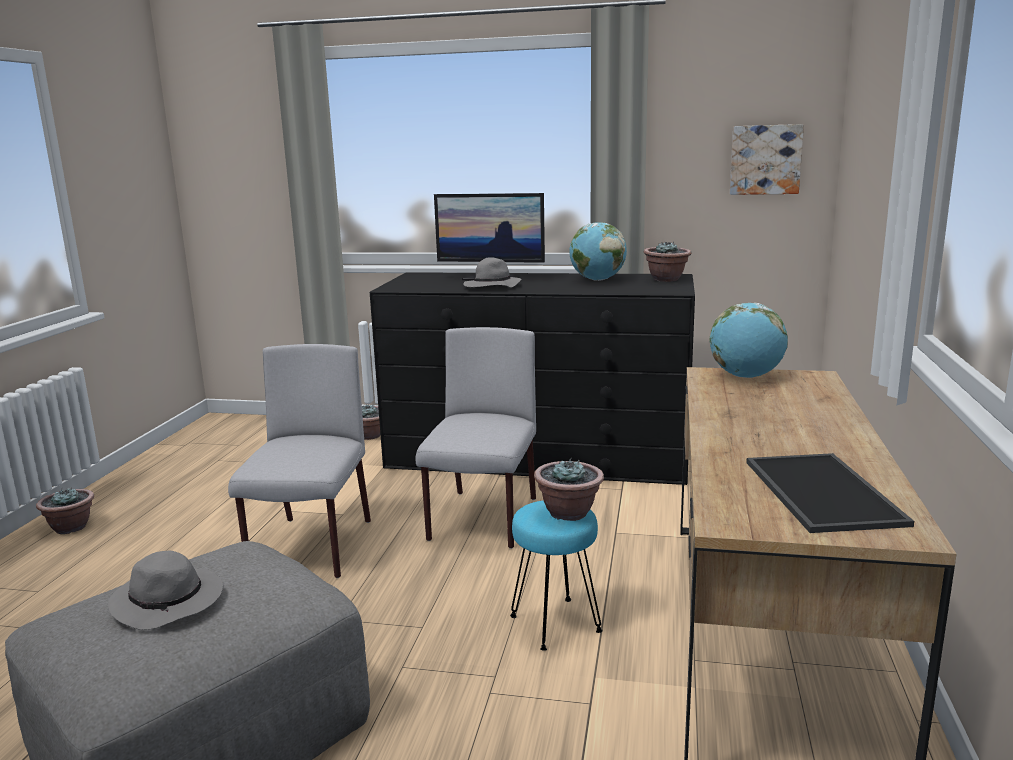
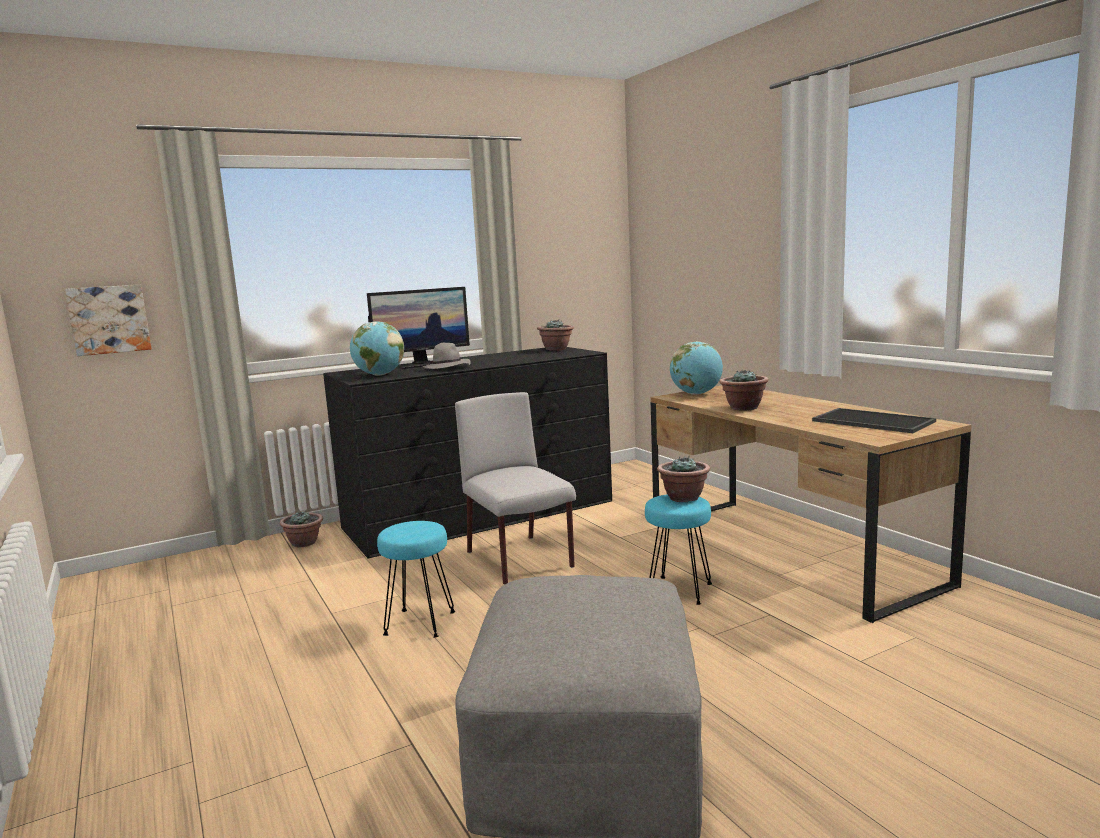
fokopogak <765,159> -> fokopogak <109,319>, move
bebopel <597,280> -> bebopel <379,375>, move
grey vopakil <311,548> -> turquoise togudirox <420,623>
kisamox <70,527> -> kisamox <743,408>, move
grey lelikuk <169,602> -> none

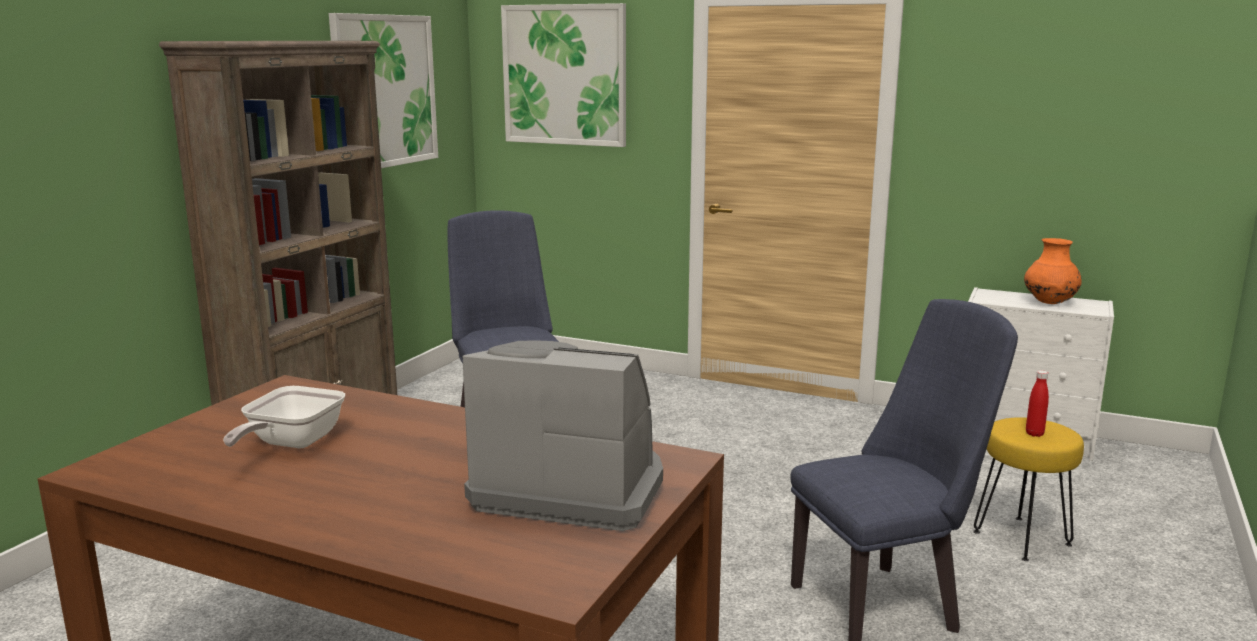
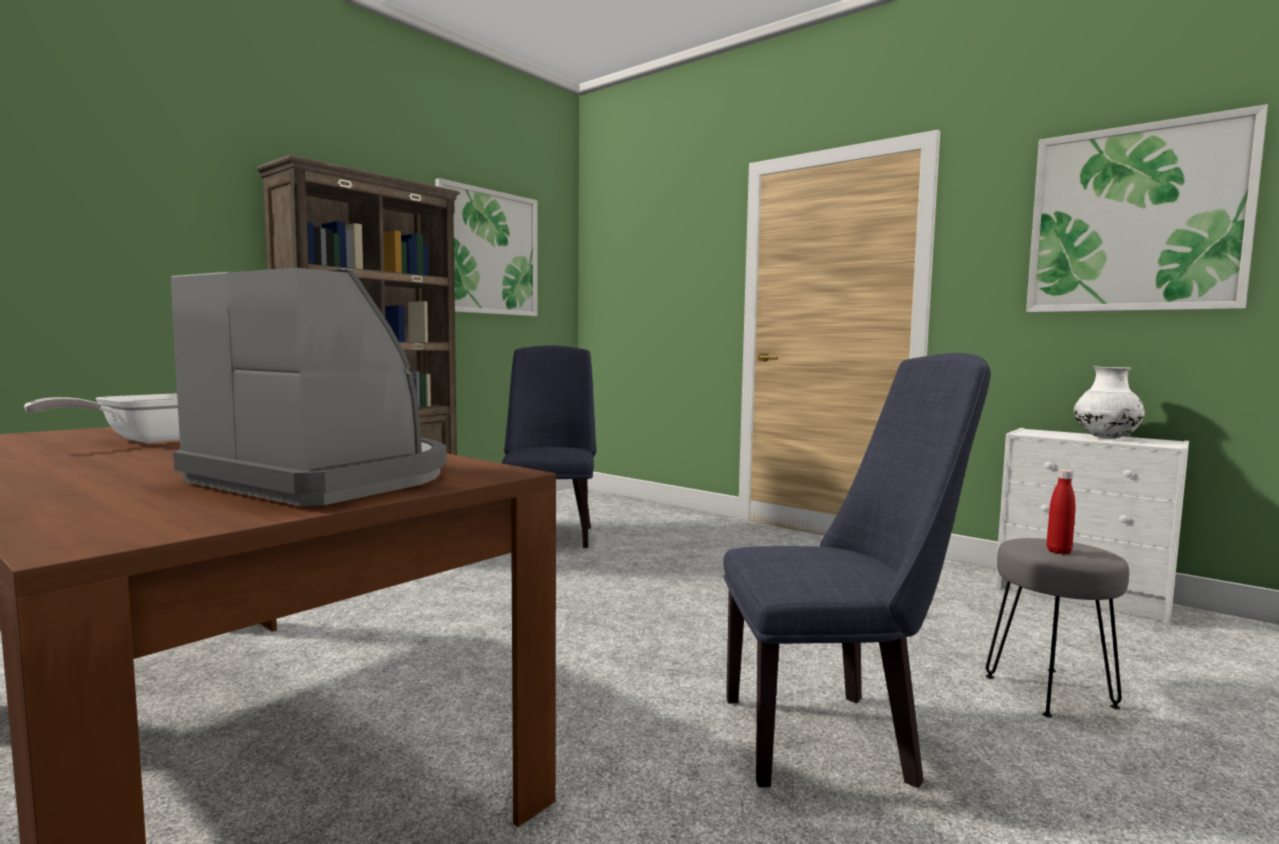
yellow togudirox <1023,538> -> grey togudirox <1051,692>
fokopogak <564,75> -> fokopogak <1136,219>, move
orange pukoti <1049,303> -> white pukoti <1106,438>

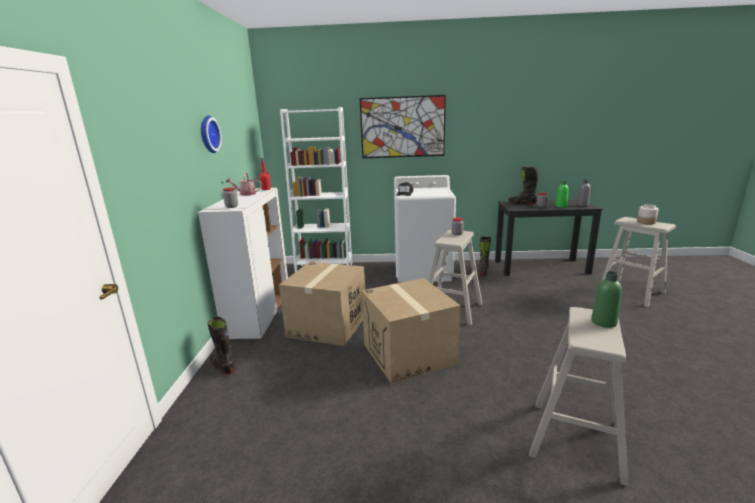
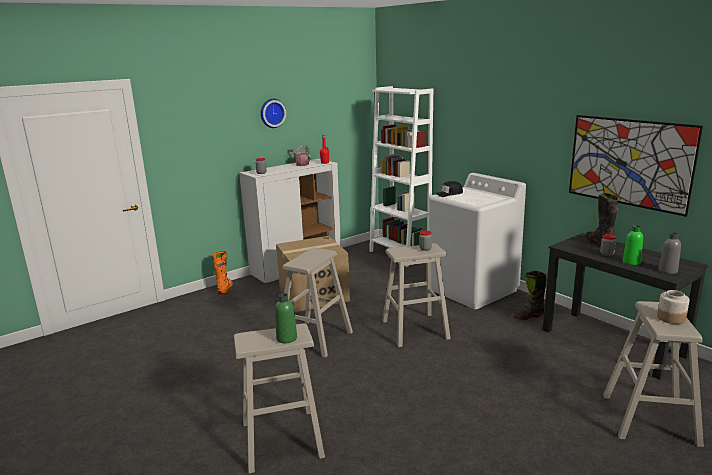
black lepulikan <223,366> -> orange lepulikan <225,289>
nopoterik <409,354> -> beige togudirox <315,338>
fokopogak <402,127> -> fokopogak <629,162>, move

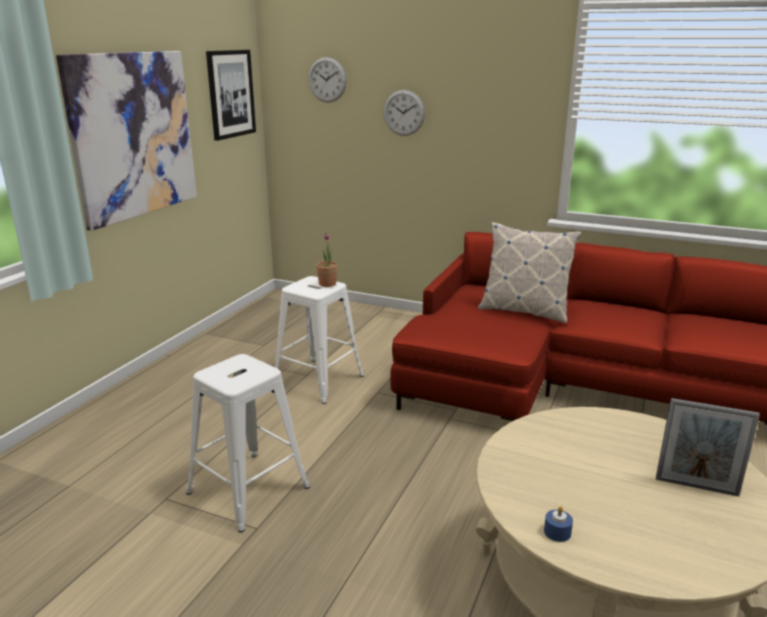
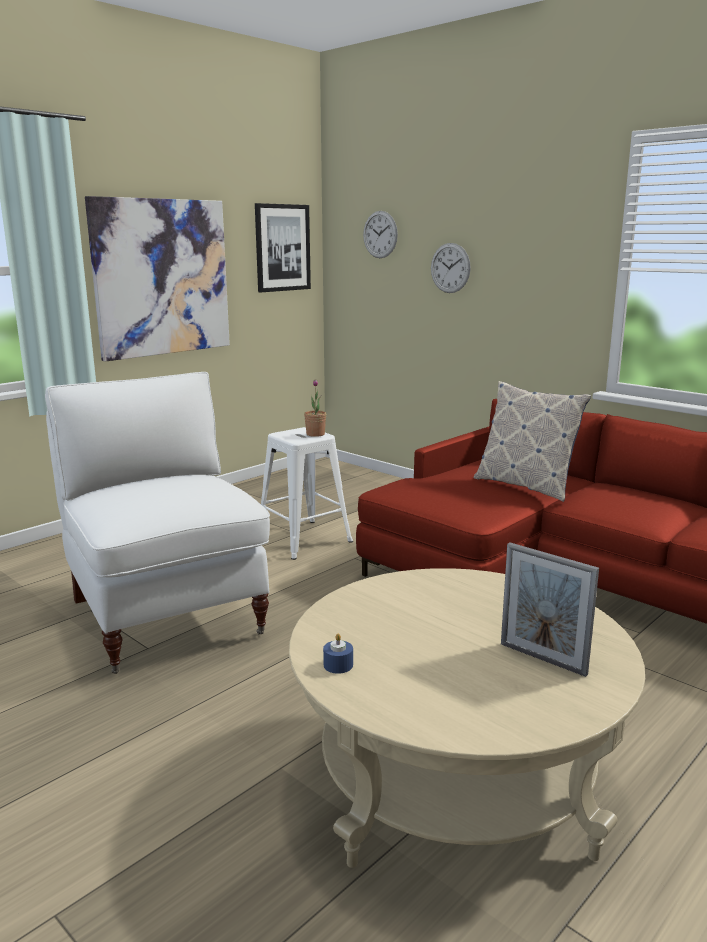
white togudirox <248,488> -> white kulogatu <166,616>

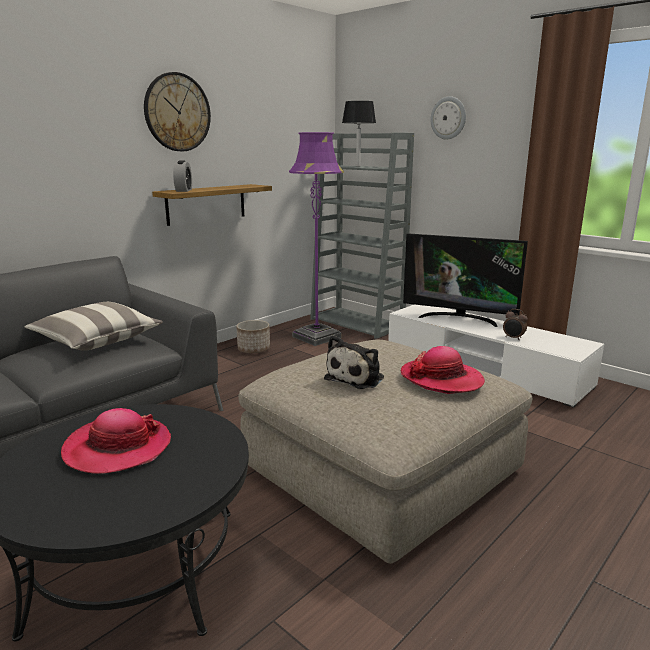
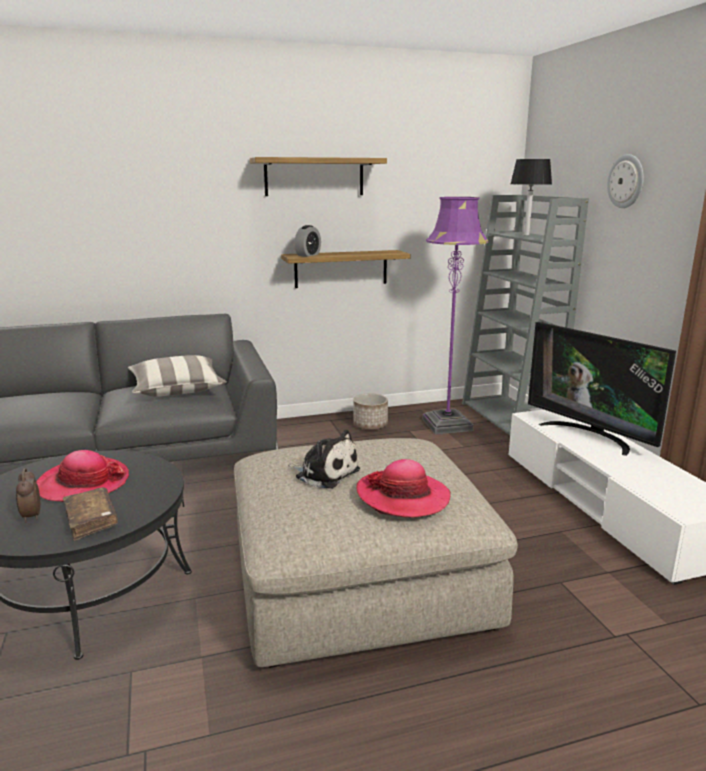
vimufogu <513,338> -> vimufogu <31,516>, move
none -> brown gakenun <91,520>
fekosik <177,112> -> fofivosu <314,177>
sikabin <357,377> -> sikabin <325,473>, 120 degrees counterclockwise

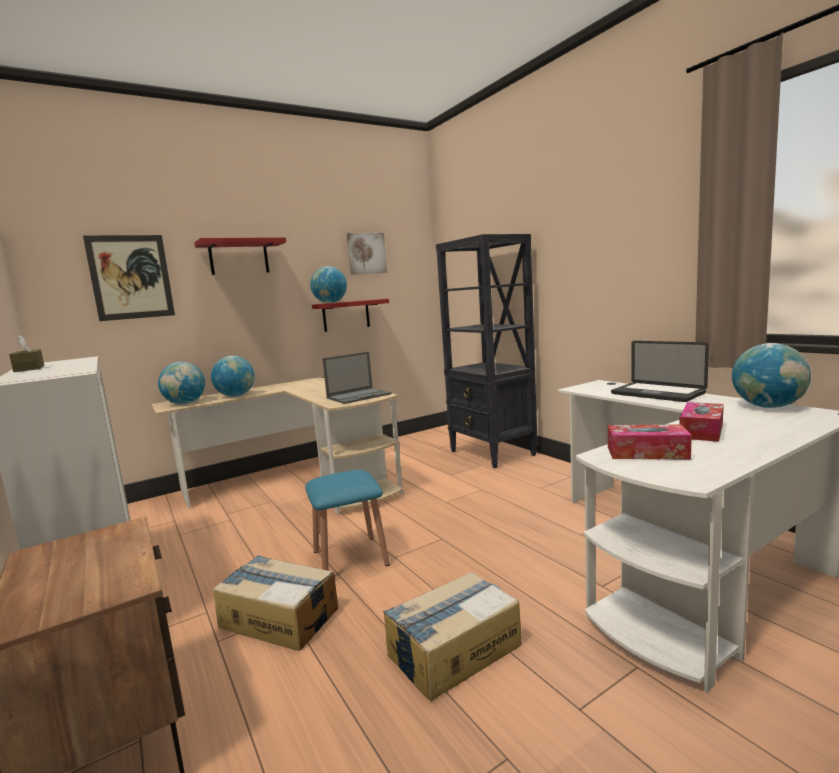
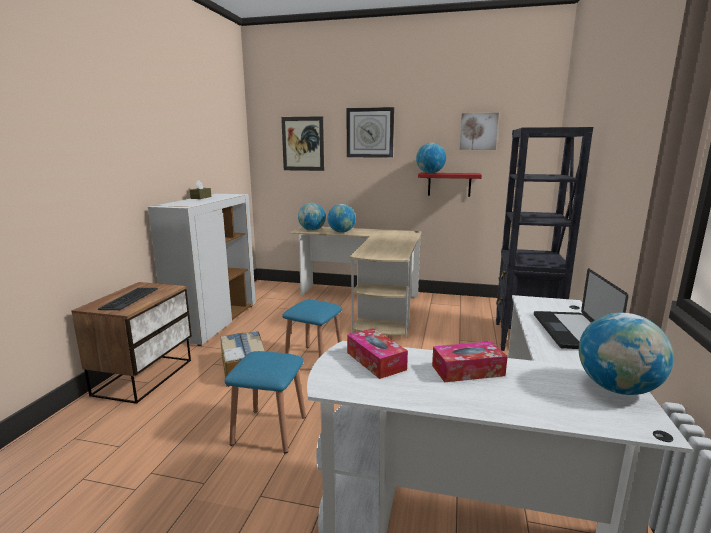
none -> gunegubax <129,299>
nopoterik <453,650> -> blue togudirox <269,430>
red fofivosu <239,257> -> fekosik <370,132>
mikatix <359,396> -> none

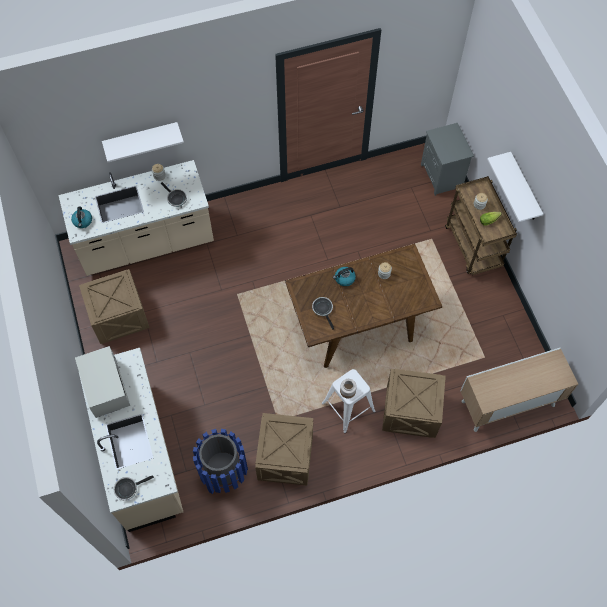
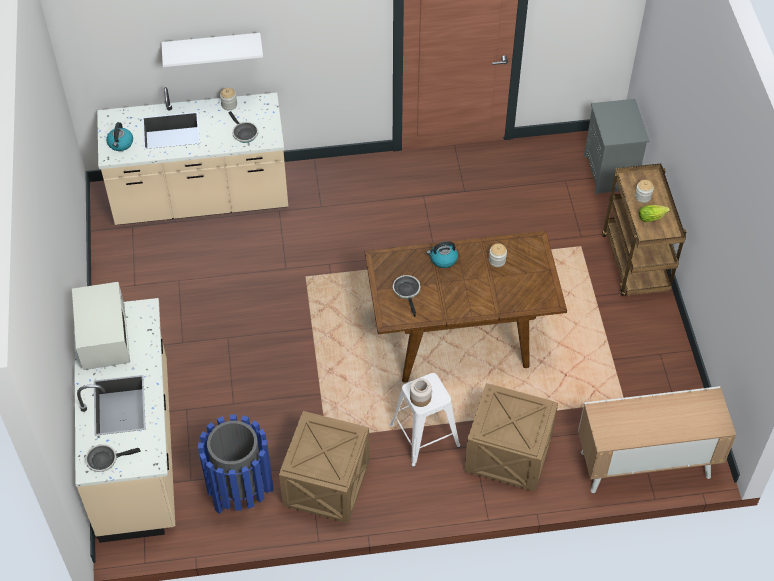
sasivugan <118,317> -> none
white fofivosu <524,189> -> none

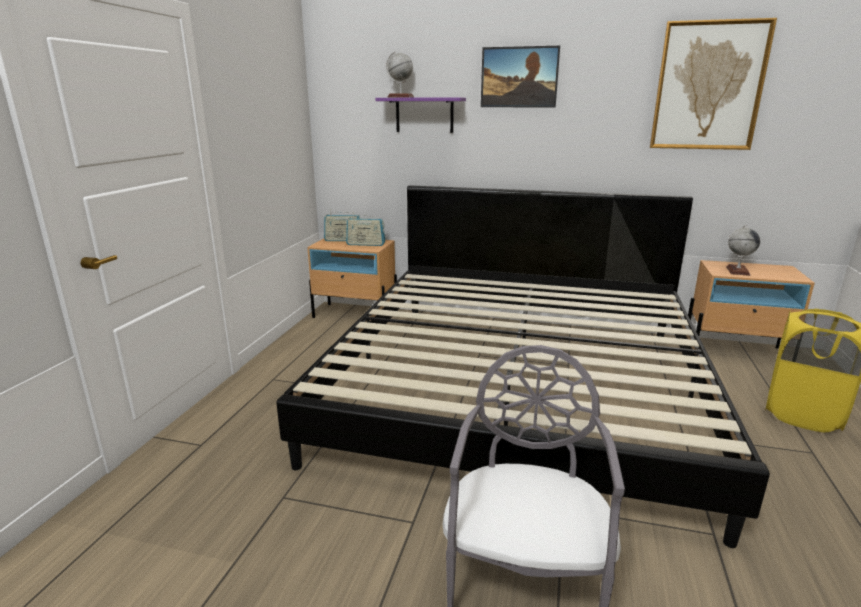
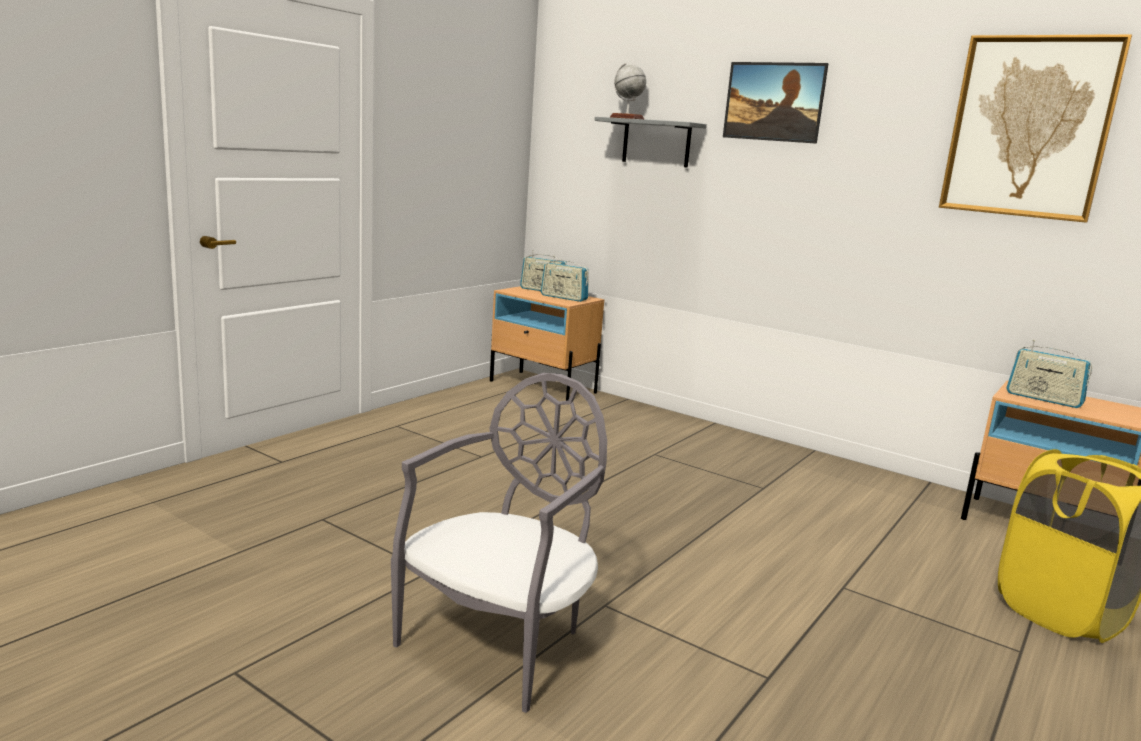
purple fofivosu <424,115> -> grey fofivosu <656,143>
bebopel <737,271> -> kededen <1043,399>
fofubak <518,387> -> none

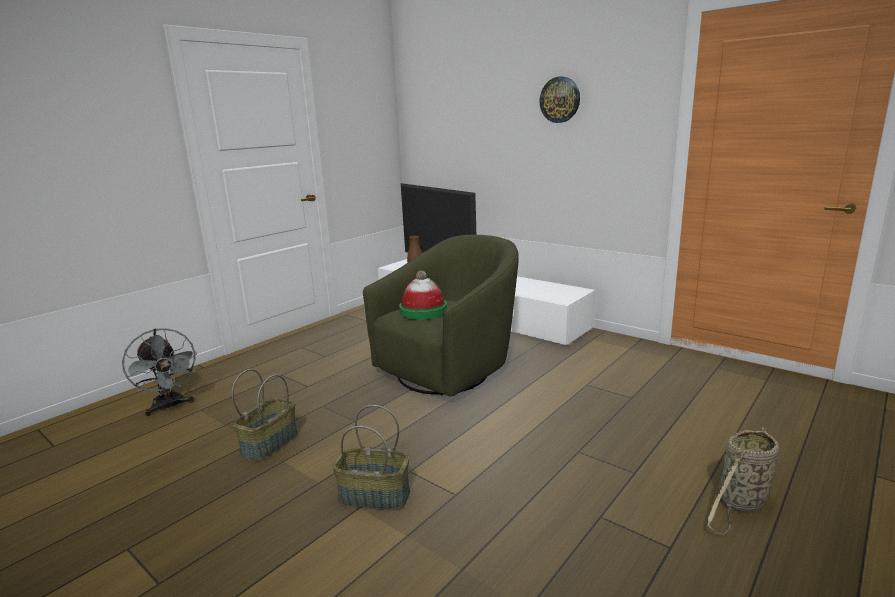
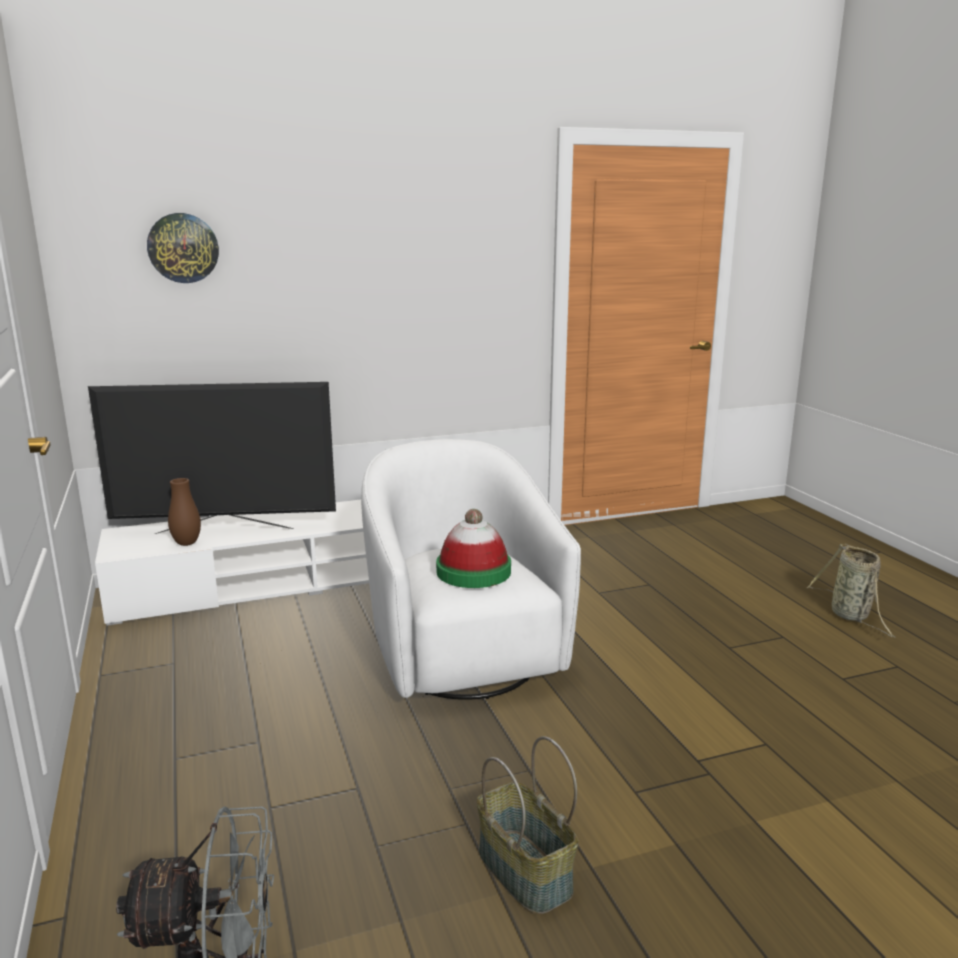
fekosik <560,100> -> fekosik <183,248>, move
green kulogatu <450,369> -> white kulogatu <461,652>
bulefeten <373,497> -> none

